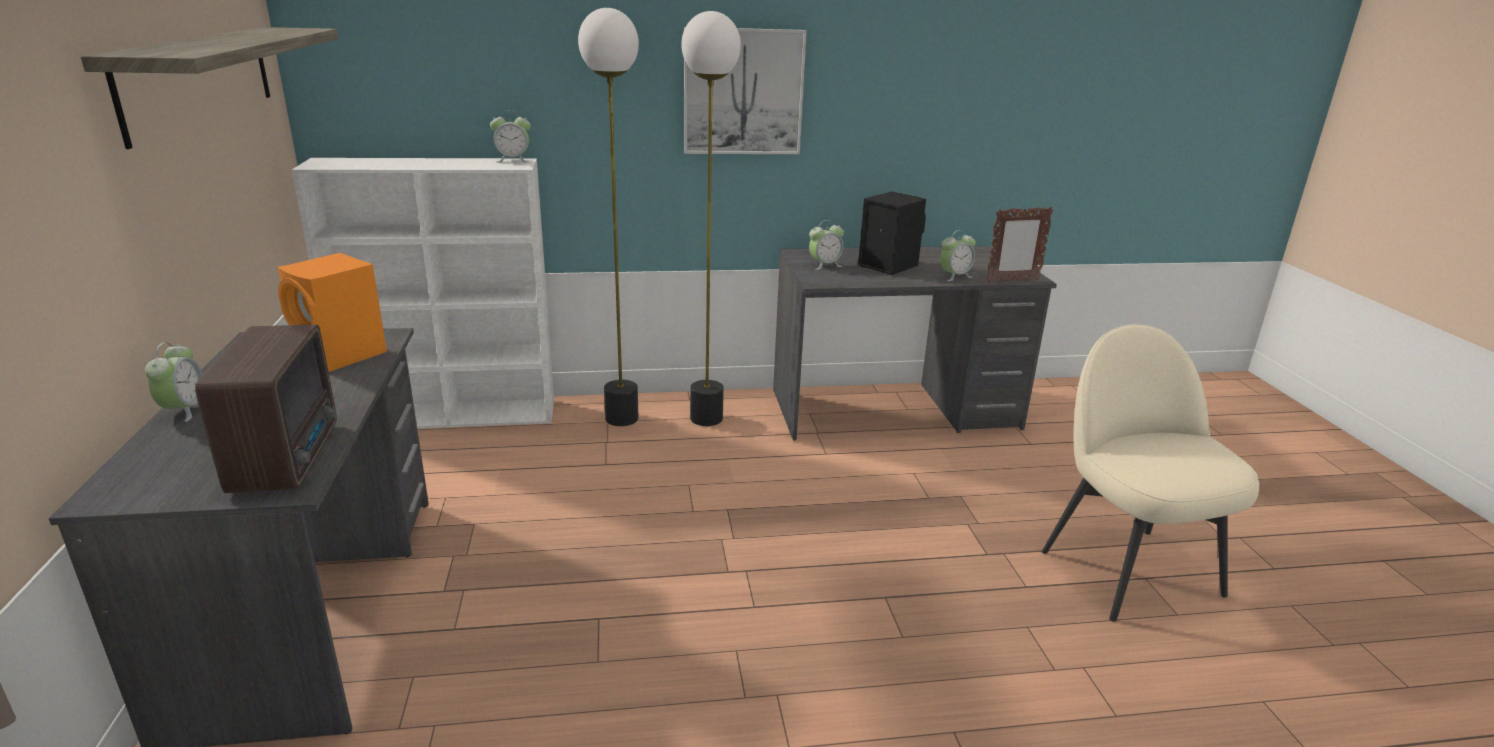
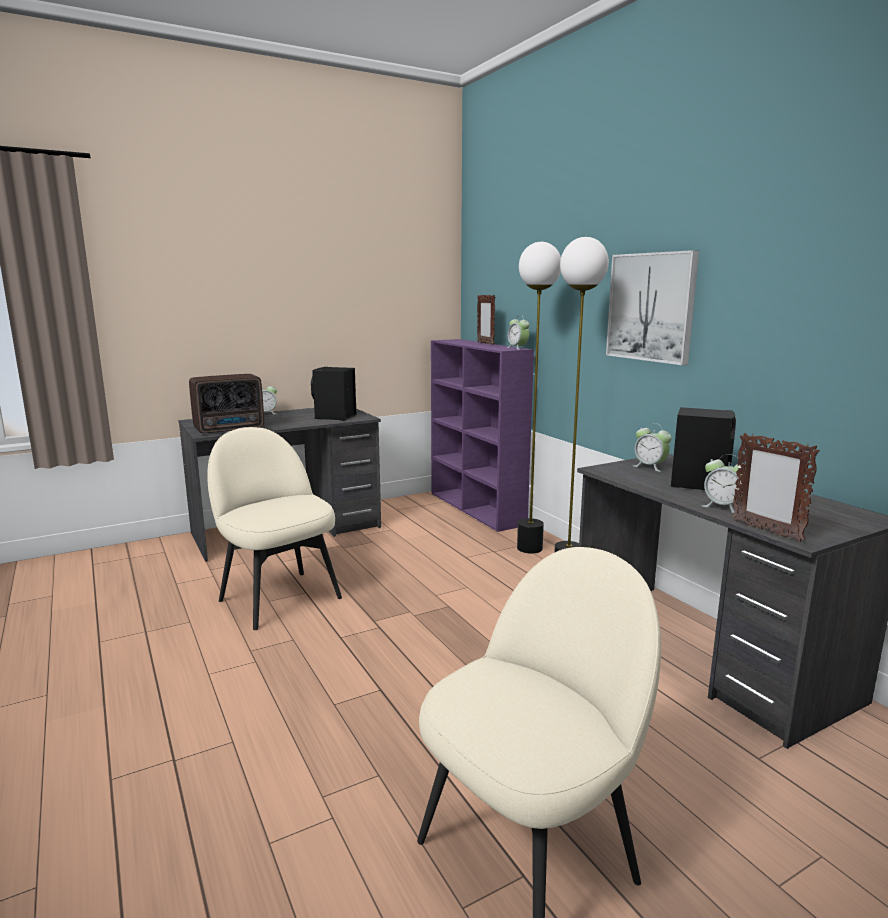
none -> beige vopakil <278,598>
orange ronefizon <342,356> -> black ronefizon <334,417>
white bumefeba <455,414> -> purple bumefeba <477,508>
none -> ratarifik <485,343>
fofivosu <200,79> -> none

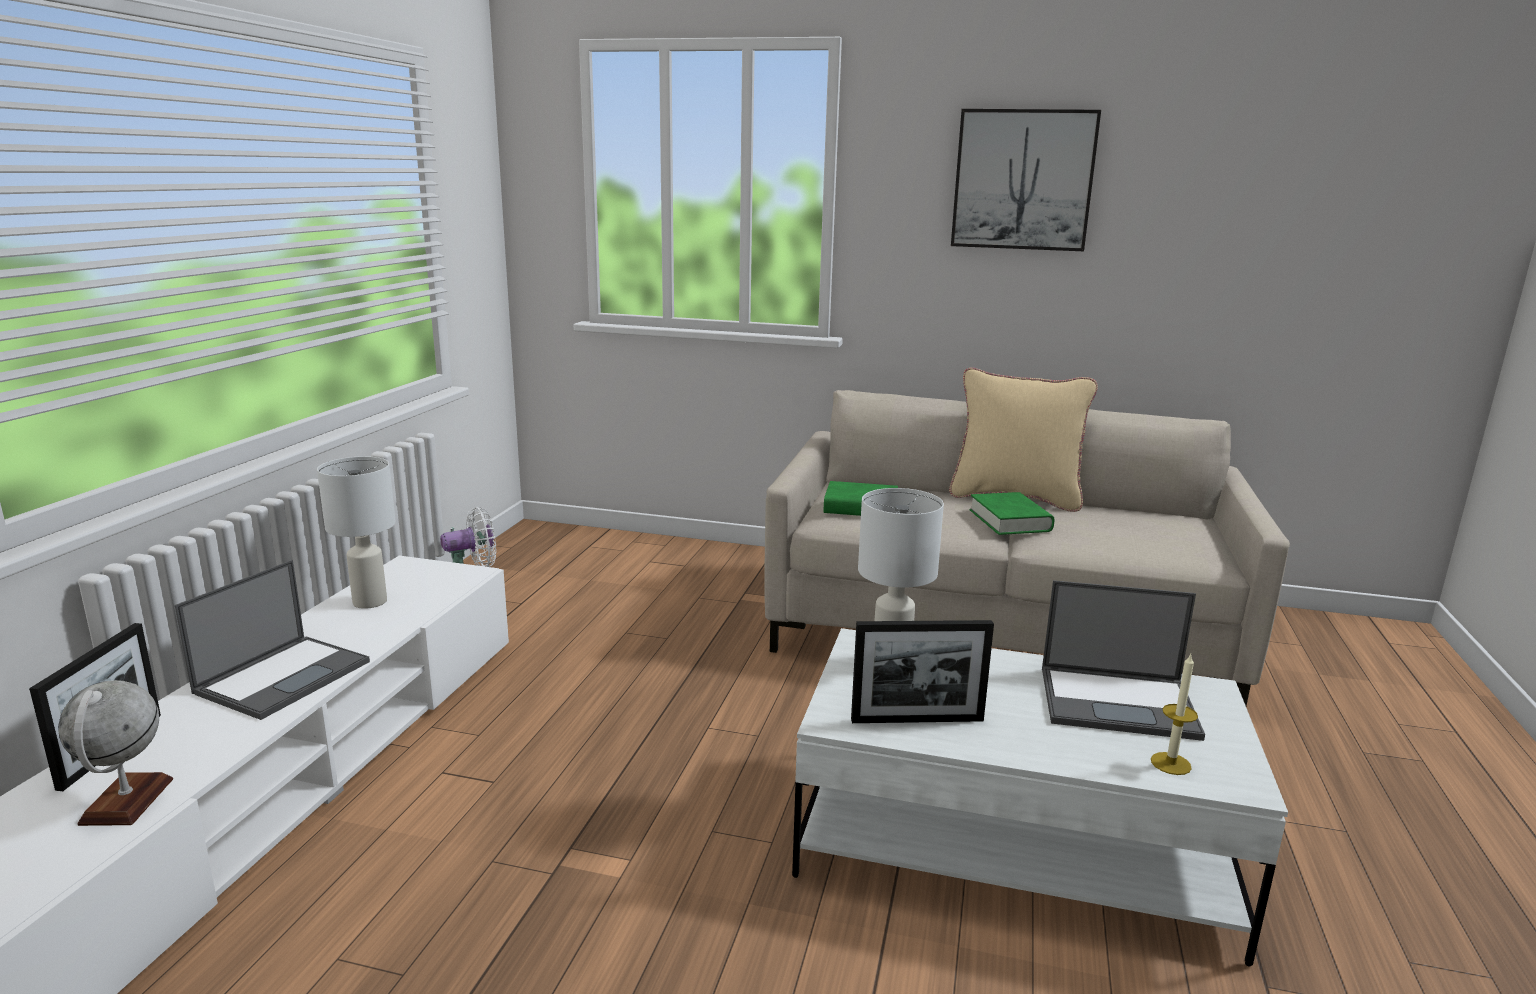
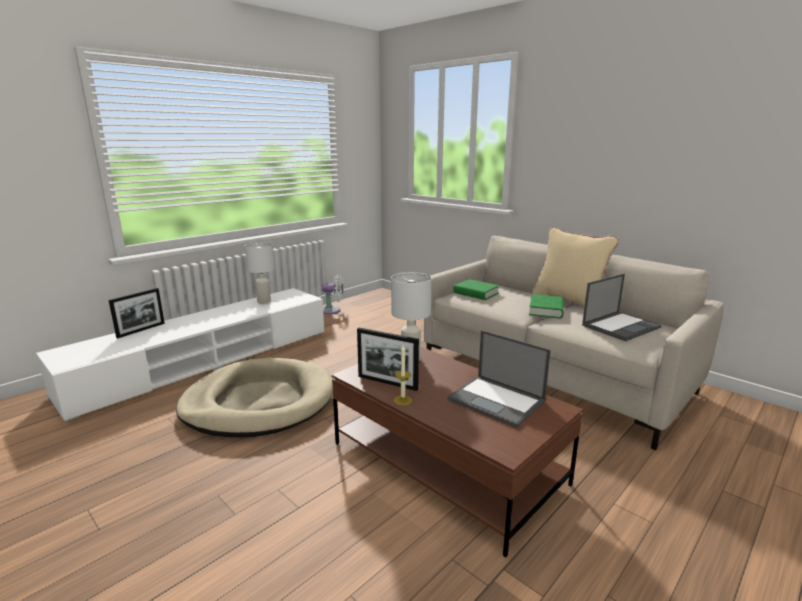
none -> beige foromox <259,402>
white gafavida <1012,843> -> brown gafavida <446,463>
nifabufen <1170,763> -> nifabufen <403,400>, move
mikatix <284,676> -> mikatix <621,326>, move
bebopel <127,801> -> none
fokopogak <1023,180> -> none

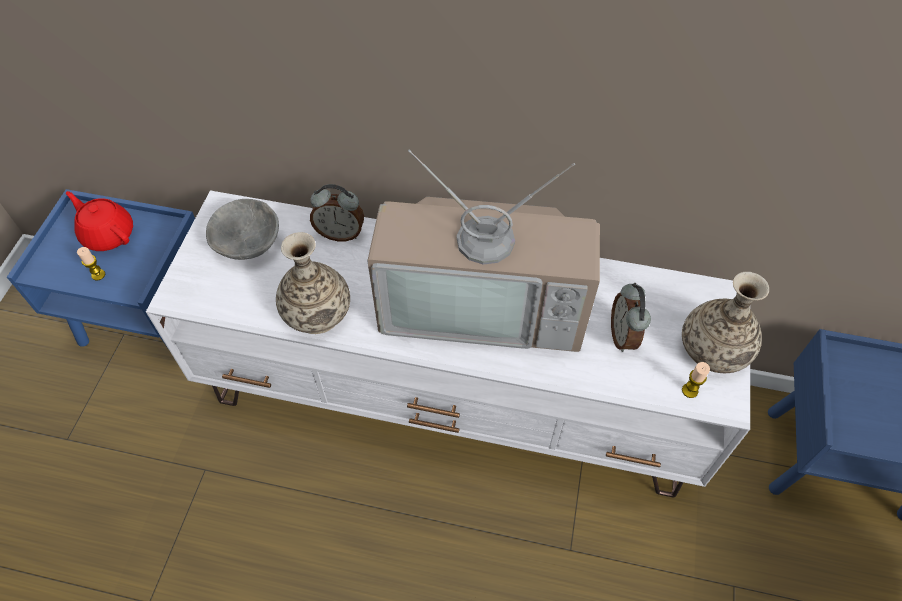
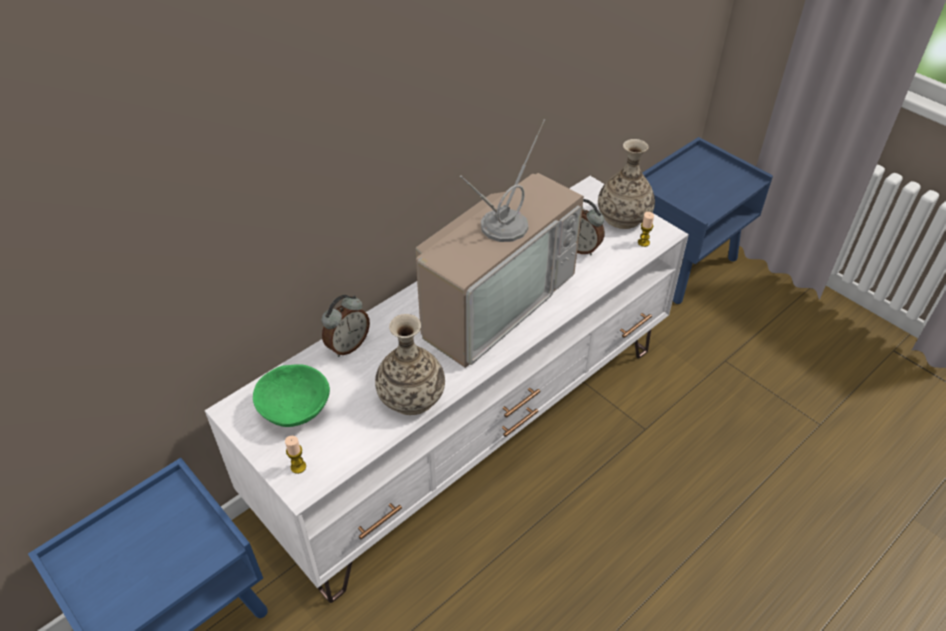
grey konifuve <248,242> -> green konifuve <294,408>
nifabufen <98,275> -> nifabufen <298,467>, move
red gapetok <108,234> -> none

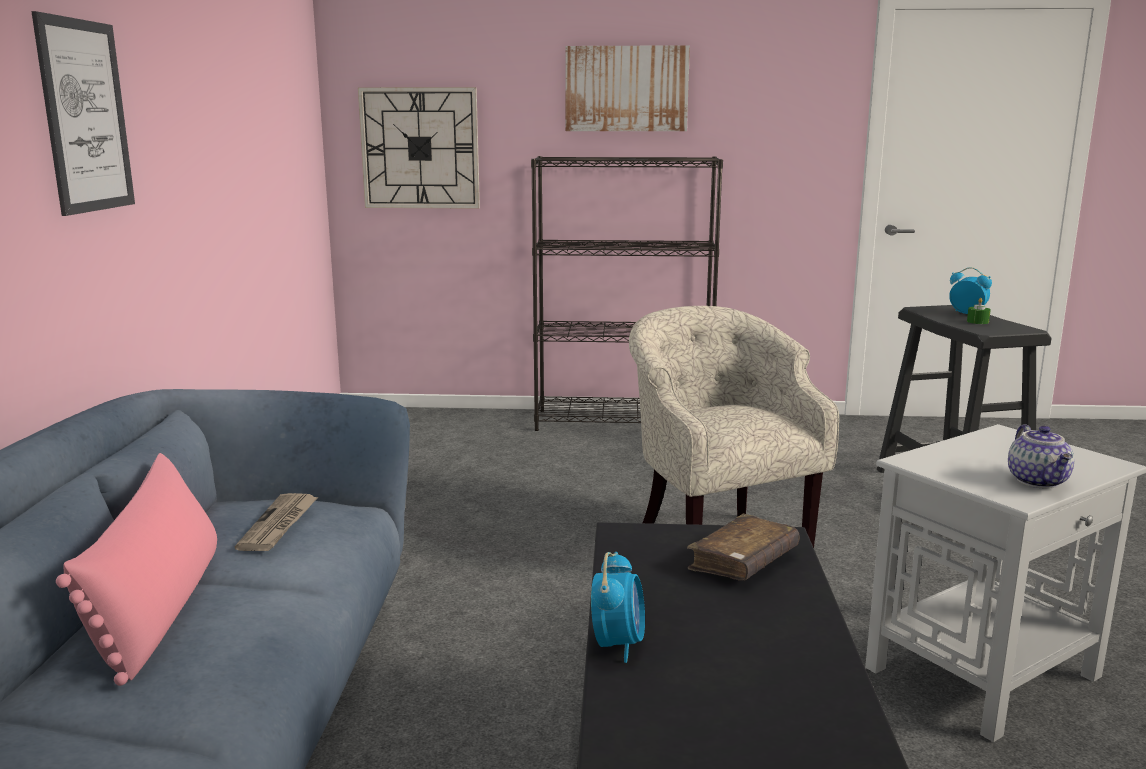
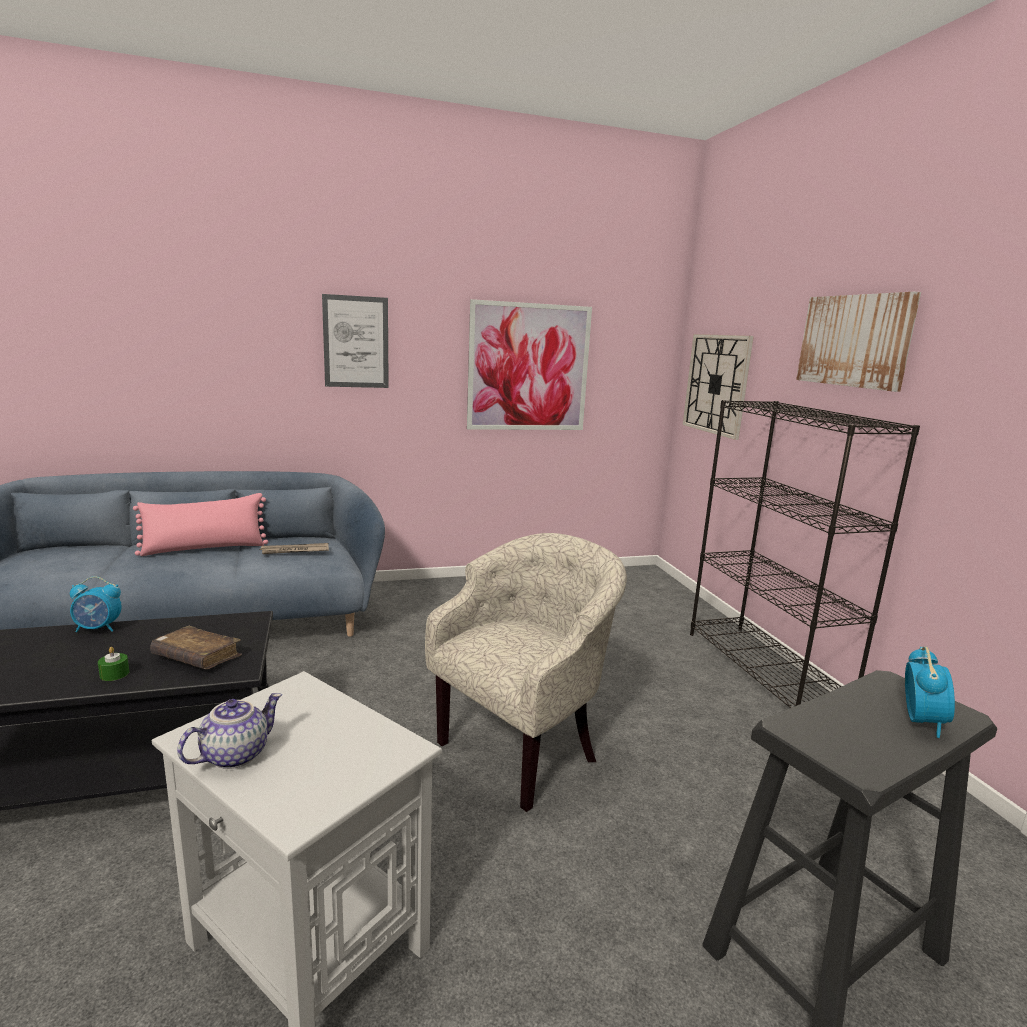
green nifabufen <977,322> -> green nifabufen <114,674>, move
gapetok <1039,481> -> gapetok <235,754>, 150 degrees clockwise
none -> fokopogak <528,367>

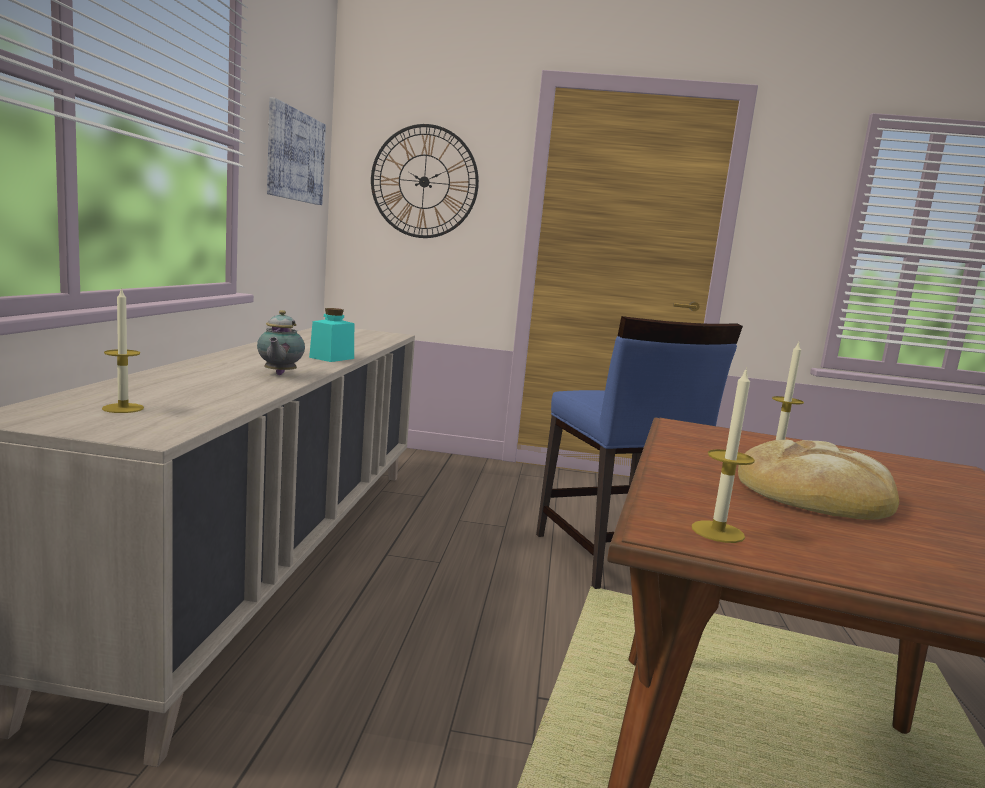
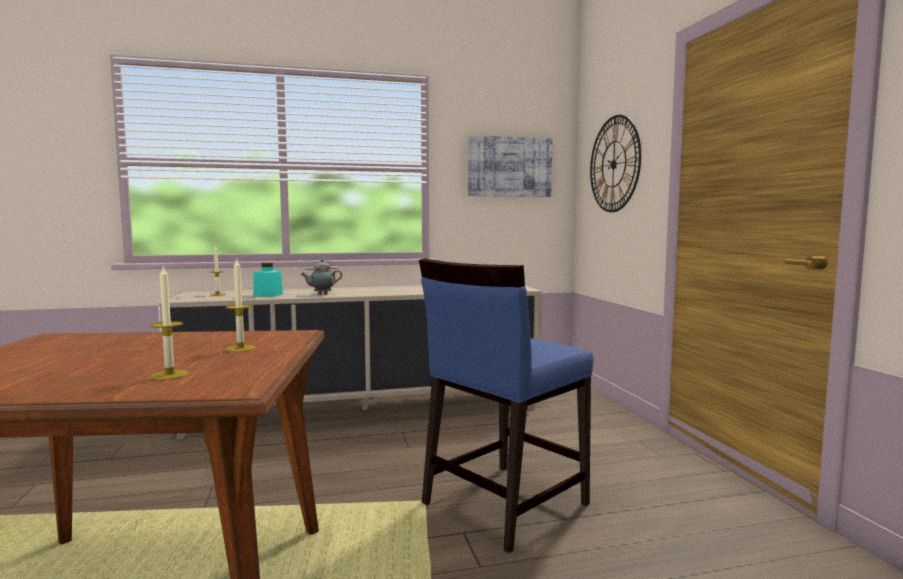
nifabufen <717,532> -> nifabufen <169,375>, move
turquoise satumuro <332,358> -> turquoise satumuro <268,295>, move
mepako <816,492> -> none

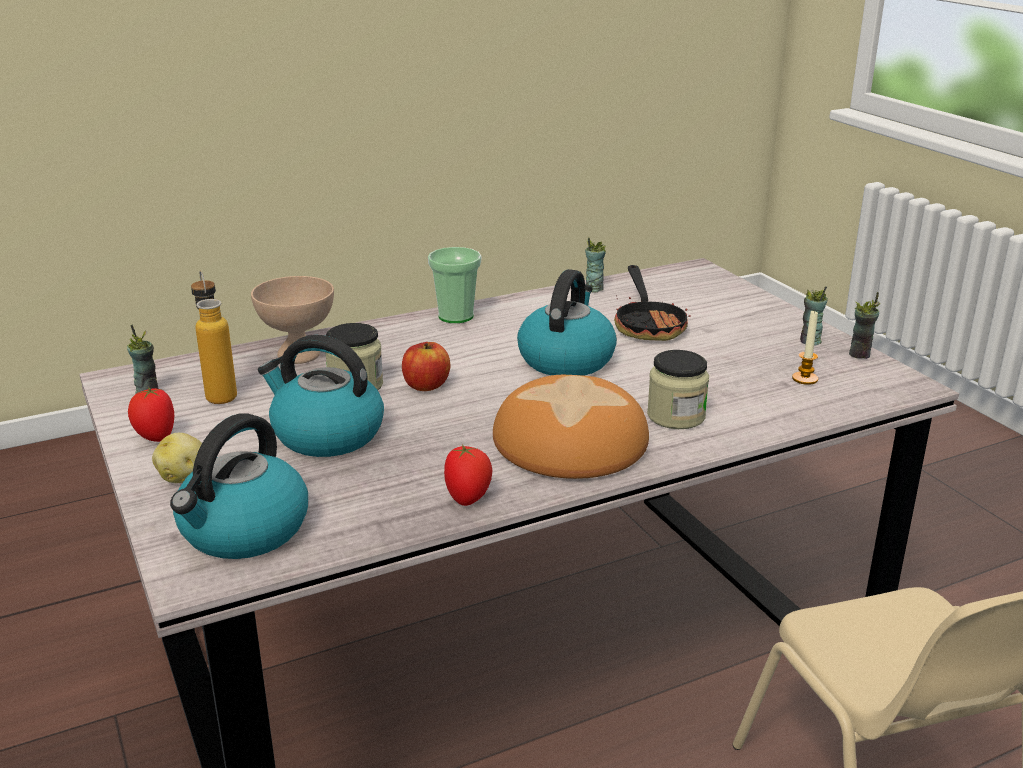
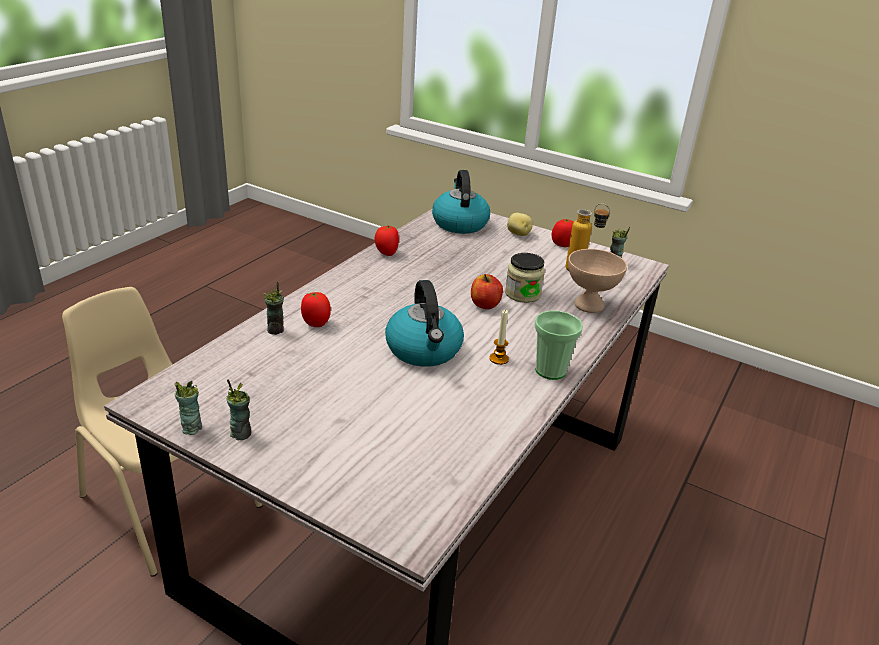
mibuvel <594,288> -> mibuvel <276,330>, move
satumuro <676,416> -> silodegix <315,323>
nifabufen <805,379> -> nifabufen <499,359>, move
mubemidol <326,435> -> none
mepako <568,441> -> none
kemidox <648,325> -> none

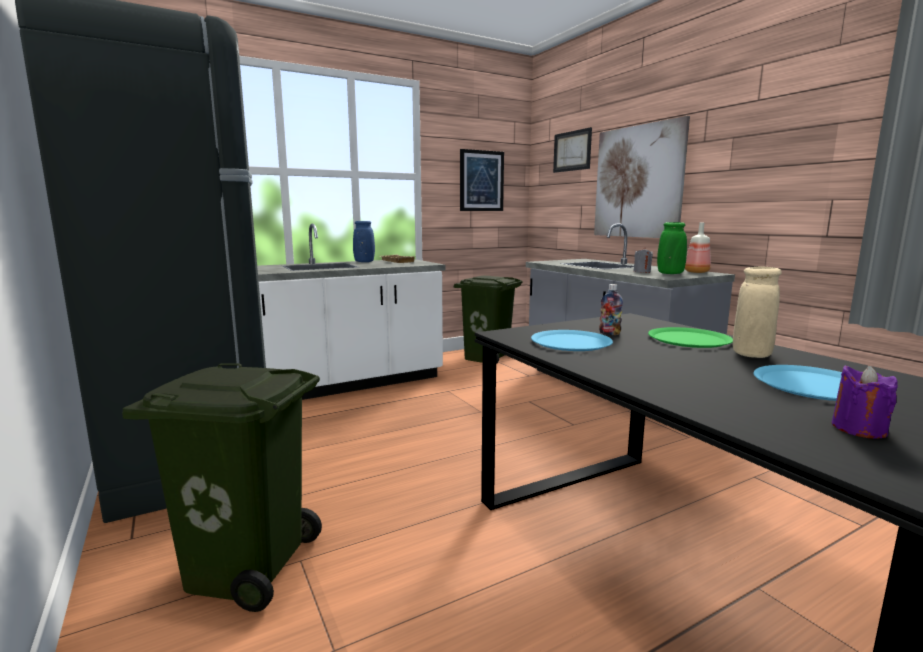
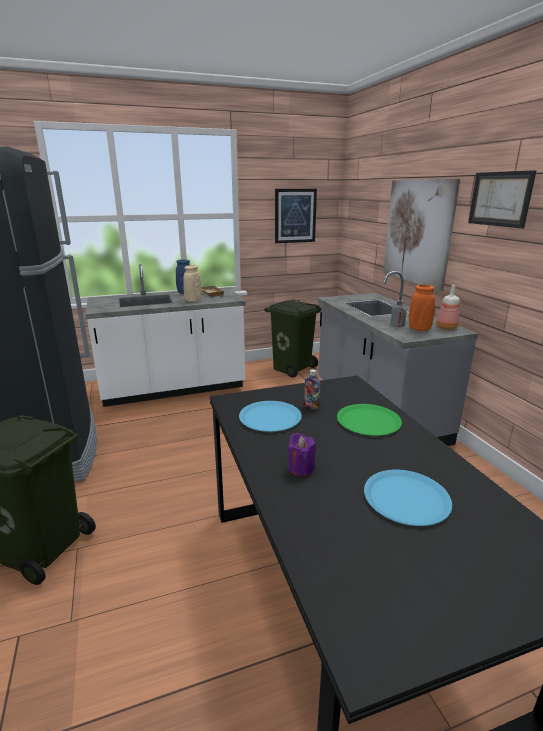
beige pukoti <751,355> -> beige pukoti <193,301>, move
purple nifabufen <858,429> -> purple nifabufen <301,468>, move
green pukoti <670,273> -> orange pukoti <419,329>
fokopogak <572,151> -> fokopogak <500,199>, move

